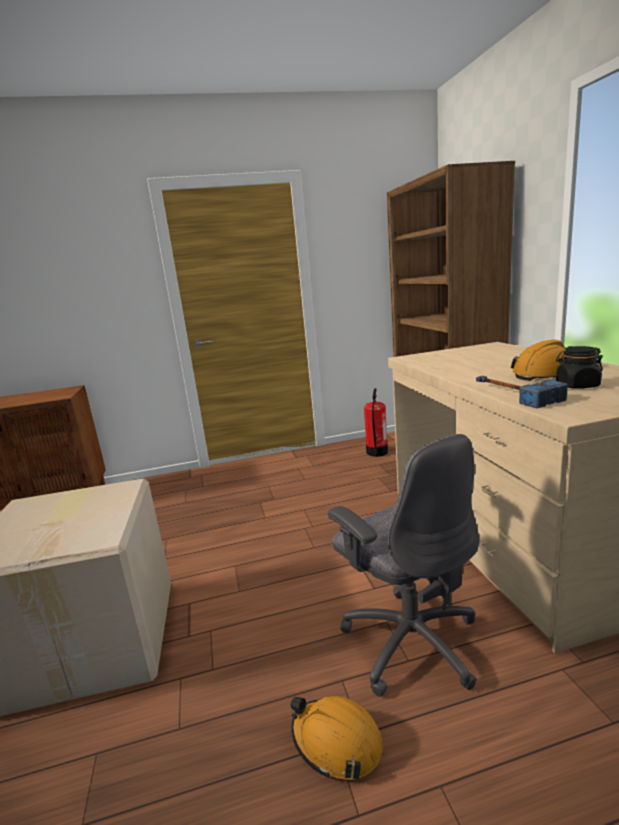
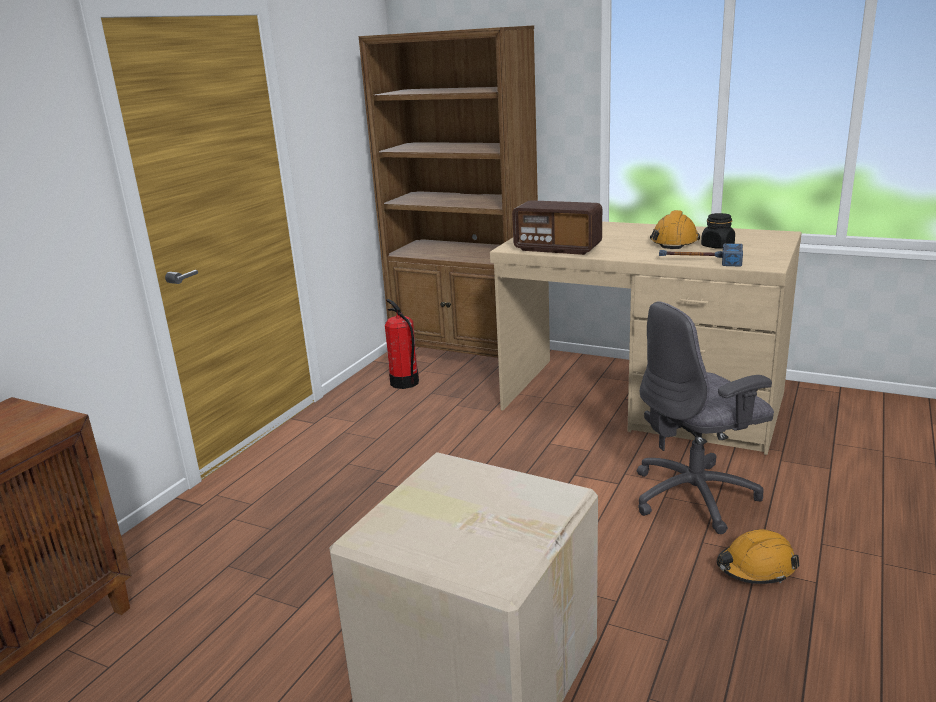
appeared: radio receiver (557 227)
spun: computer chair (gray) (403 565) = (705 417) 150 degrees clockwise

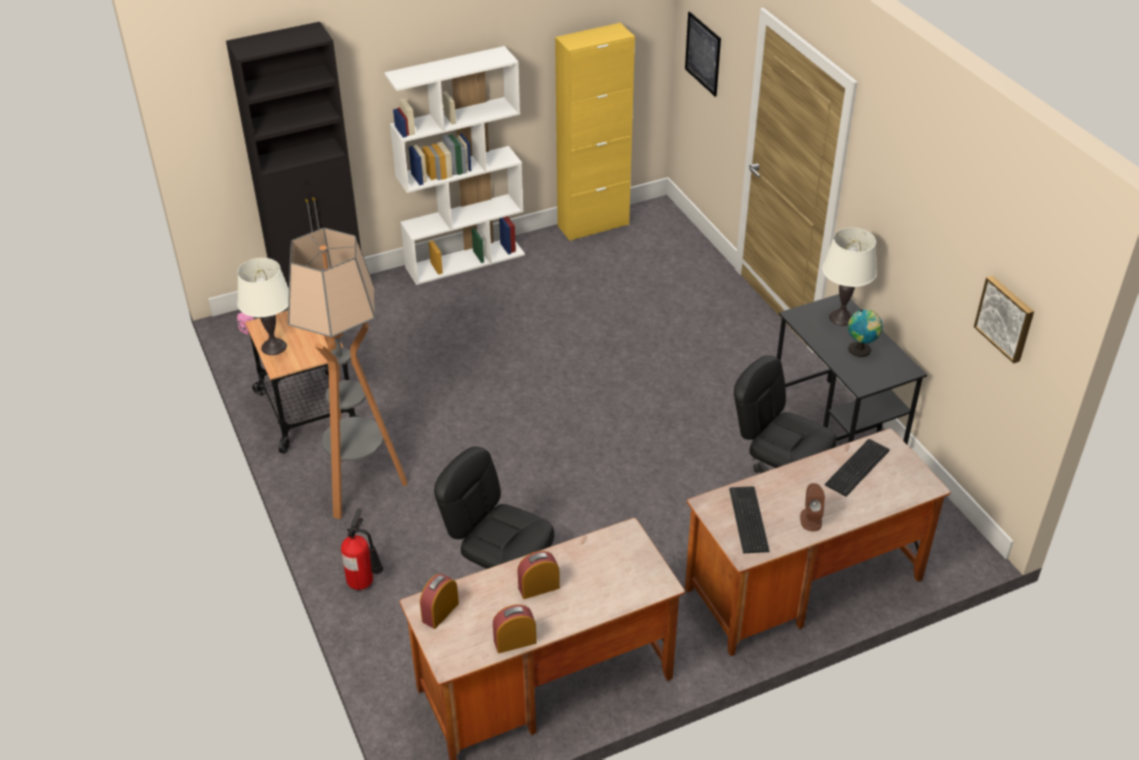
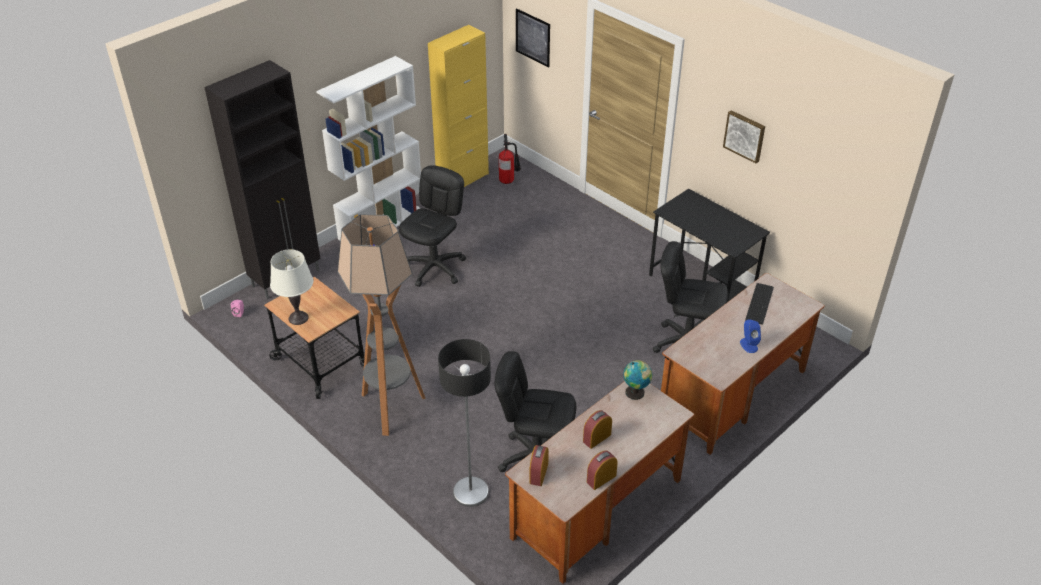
missing: keyboard (749 519); tabletop lamp (whitish) (849 277)
appeared: computer chair (black) (432 226); floor lamp (464 423)
relocated: fire-fighting cylinder (362 549) to (510 159); world globe (865 333) to (637 380); picture (1004 319) to (744 136)
colour: loudspeaker (brown) (812 507) to loudspeaker (bluish) (750 336)

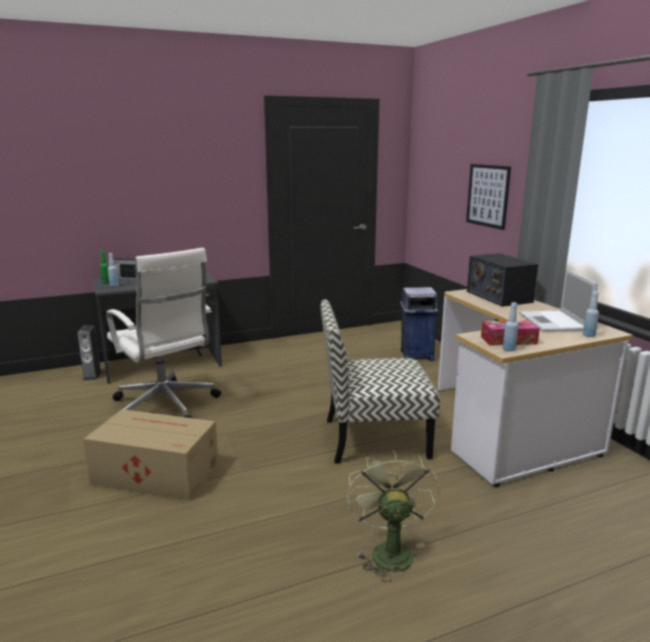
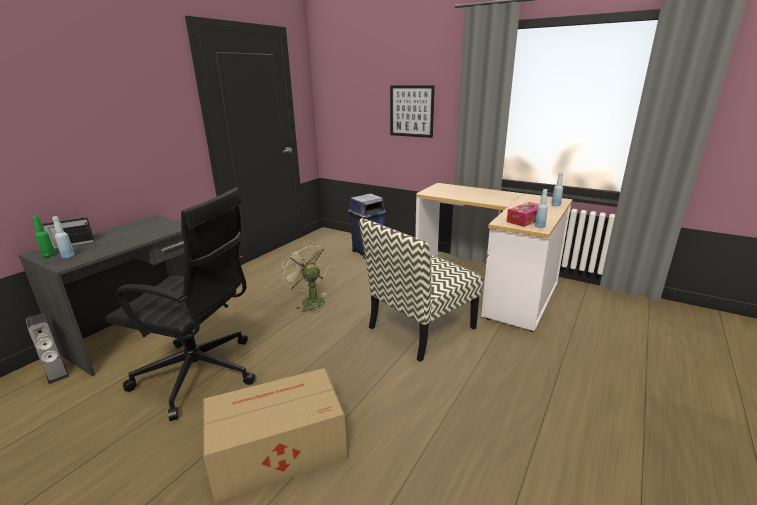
missing: radio receiver (502 280); laptop (558 300)
relocated: cooling fan (green-coloured) (393 516) to (305 277)
colour: computer chair (whitish) (163 333) to computer chair (black) (180 304)

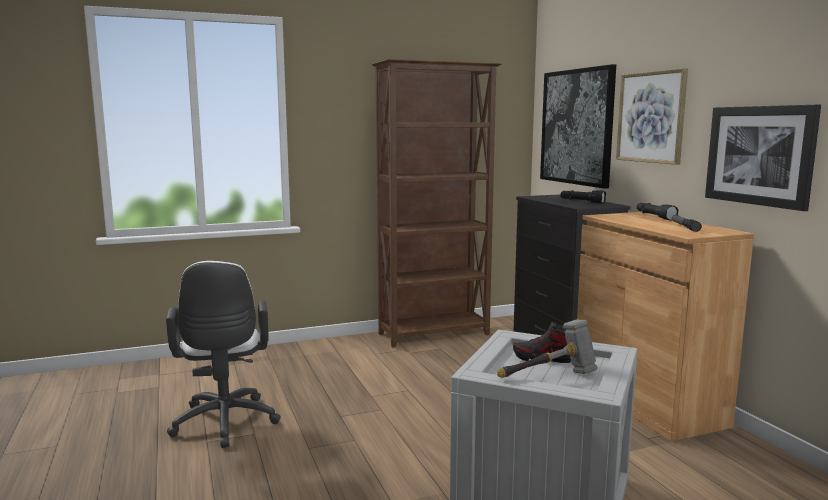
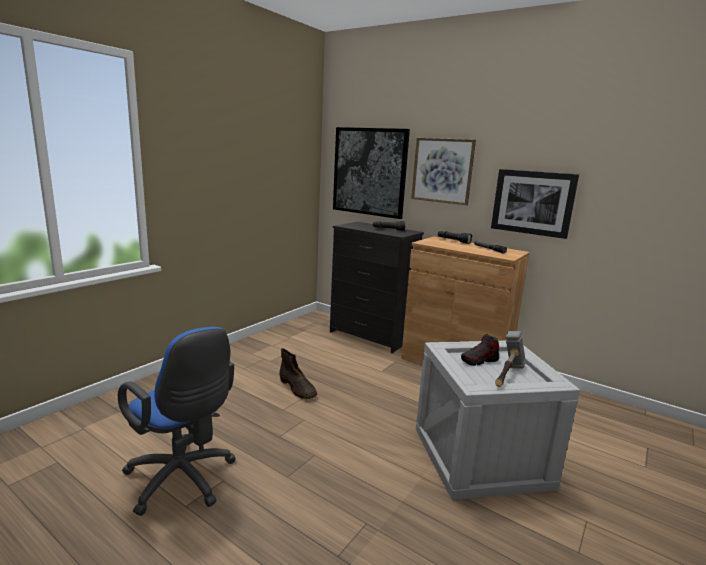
missing: bookshelf (brown) (436 203)
appeared: high-top boot (brown) (298 373)
colour: computer chair (whitish) (223 354) to computer chair (bluish) (177 421)

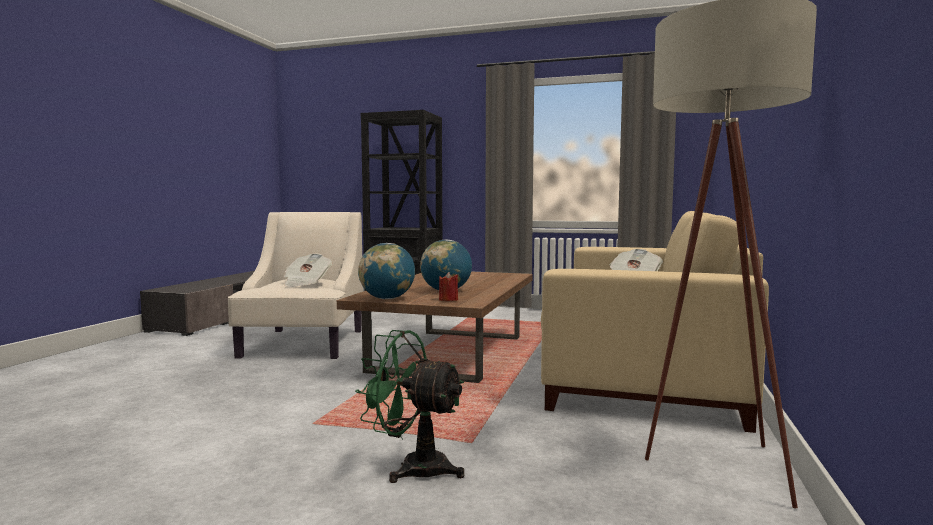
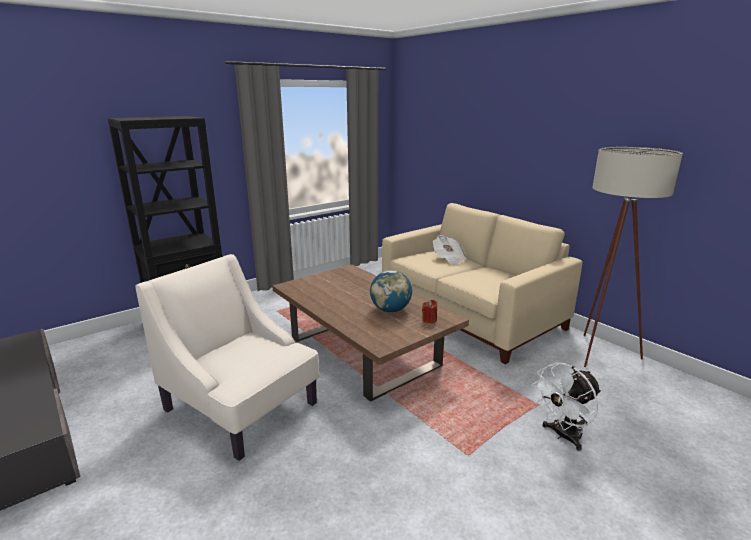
missing: daily paper (307 270); world globe (386 271)
colour: cooling fan (green-coloured) (409 406) to cooling fan (whitish) (566 407)

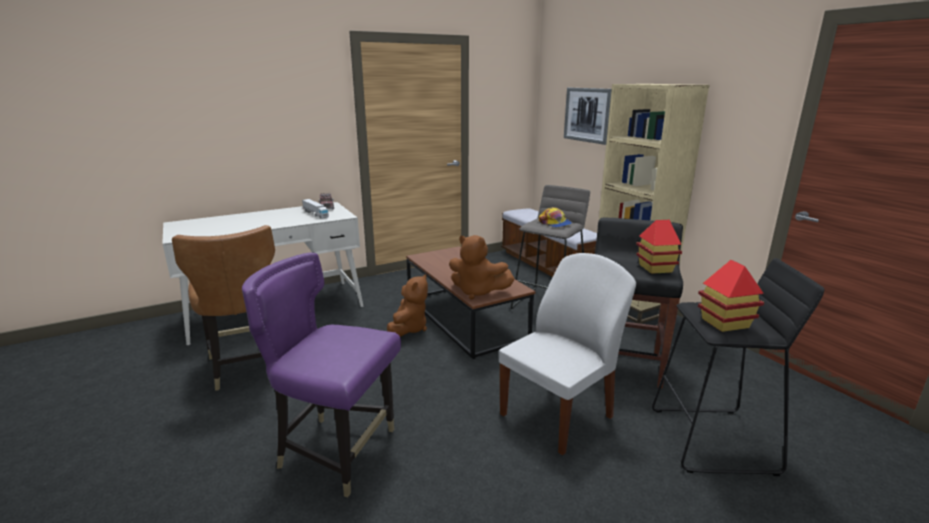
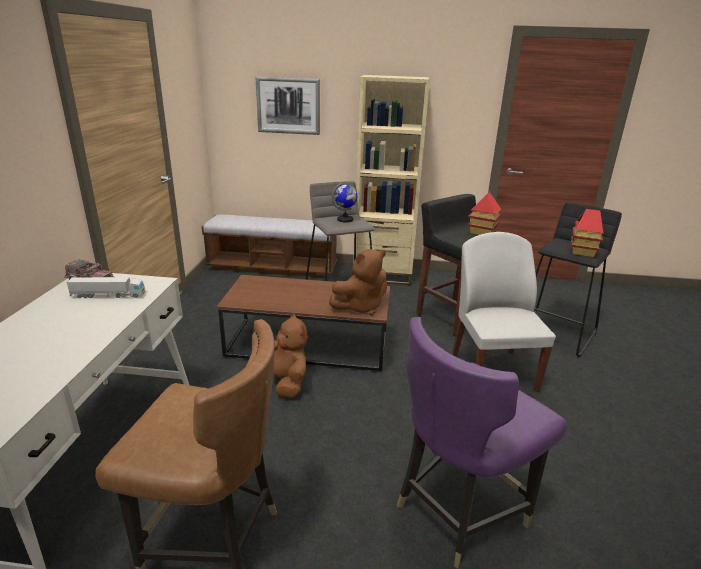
exchanged: baseball cap (555 217) to world globe (344 202)

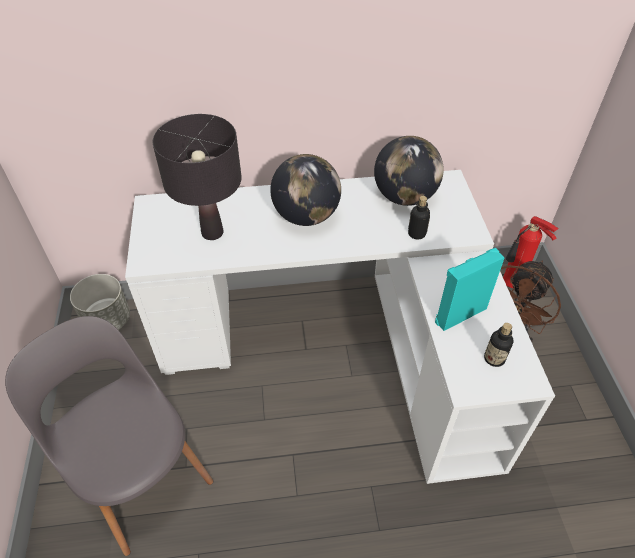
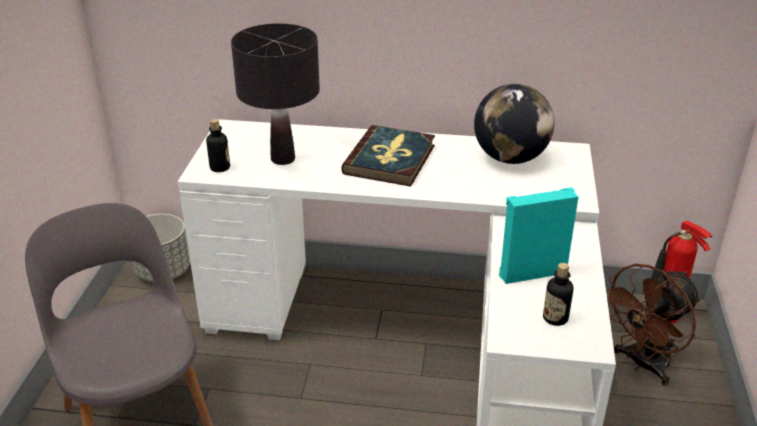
relocated: beverage bottle (419 218) to (218 145)
exchanged: world globe (305 190) to bound book (388 156)

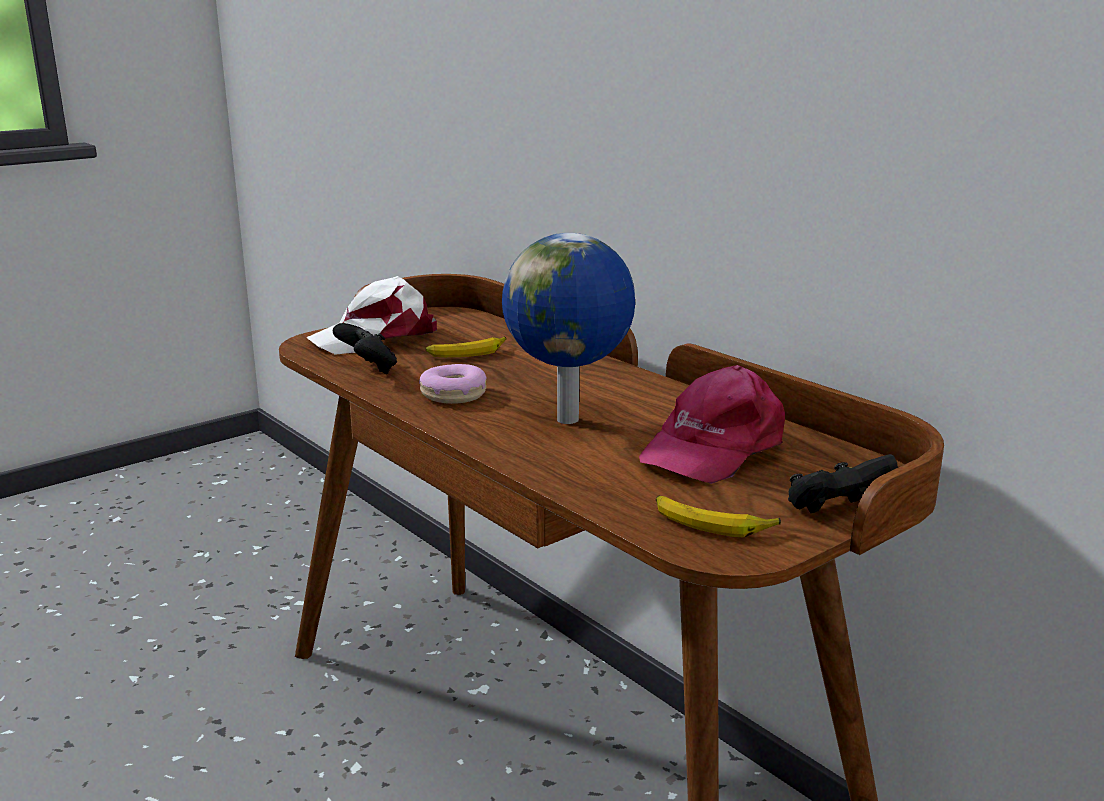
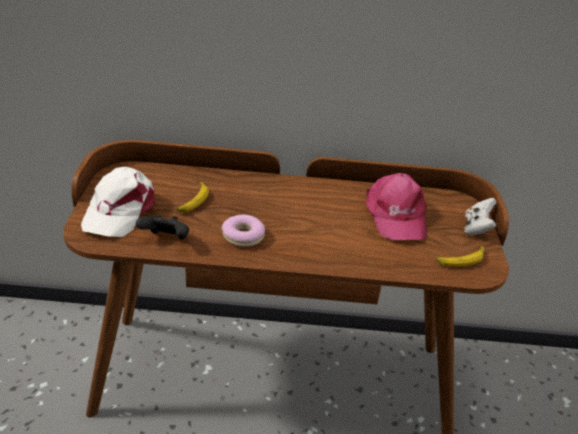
missing: world globe (568 328)
colour: gamepad (black) (843 483) to gamepad (whitish) (480 217)

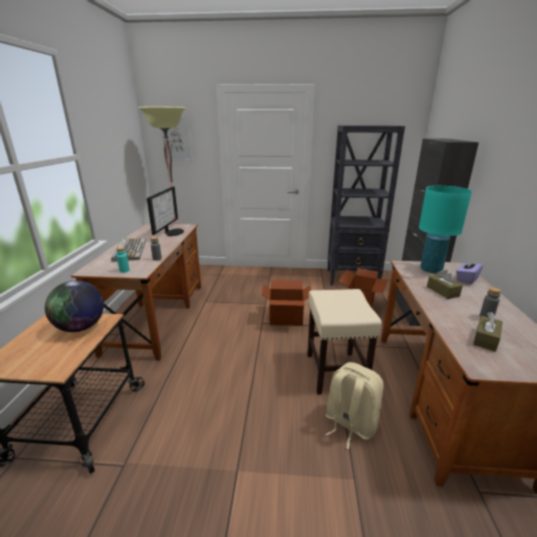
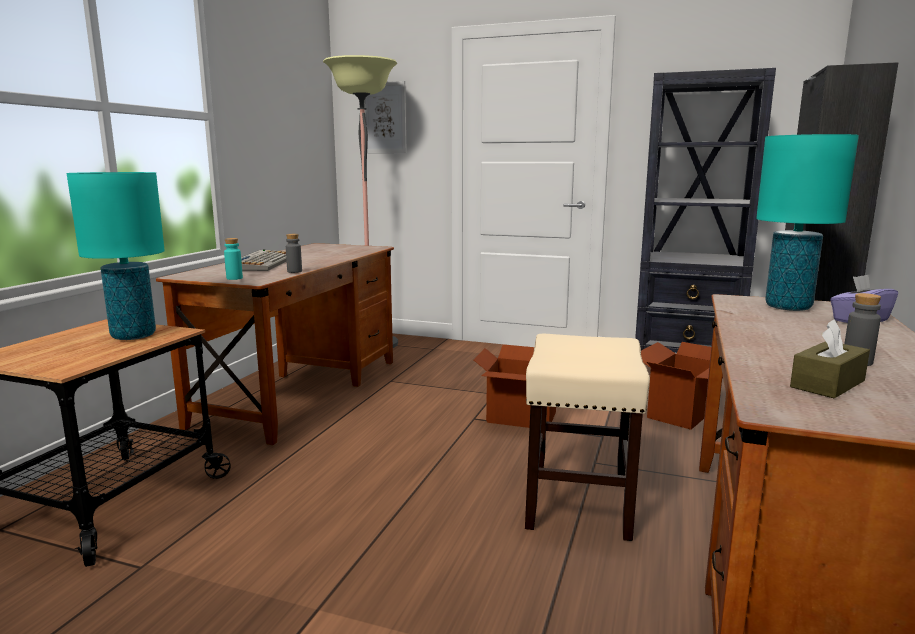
missing: computer screen (165 211); knapsack (beige-coloured) (354 405); box of tissues (brown) (445 284)
exchanged: world globe (74 306) to tabletop lamp (turquoise-coloured) (116 256)

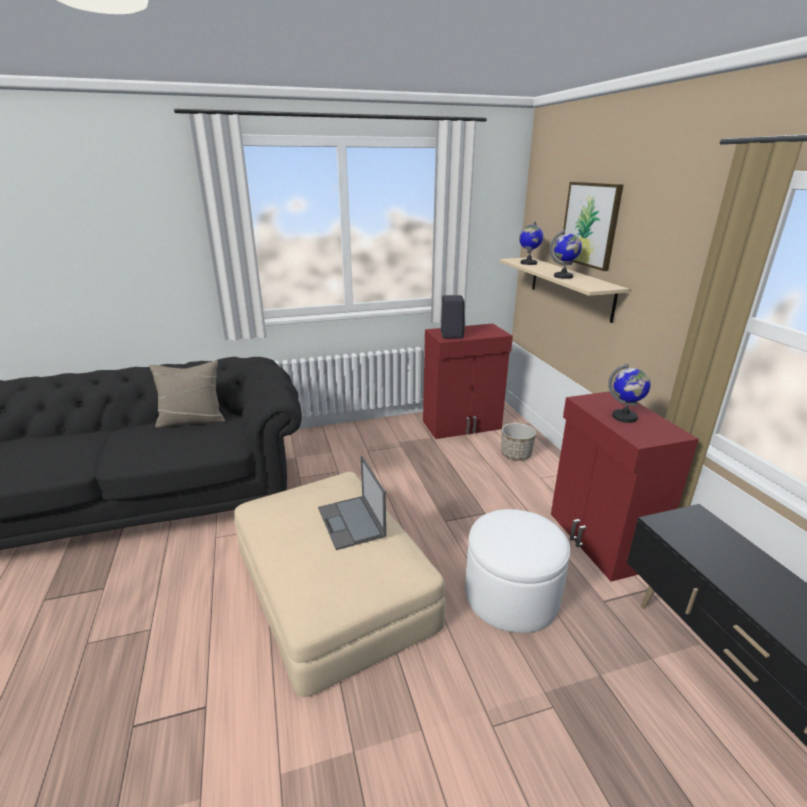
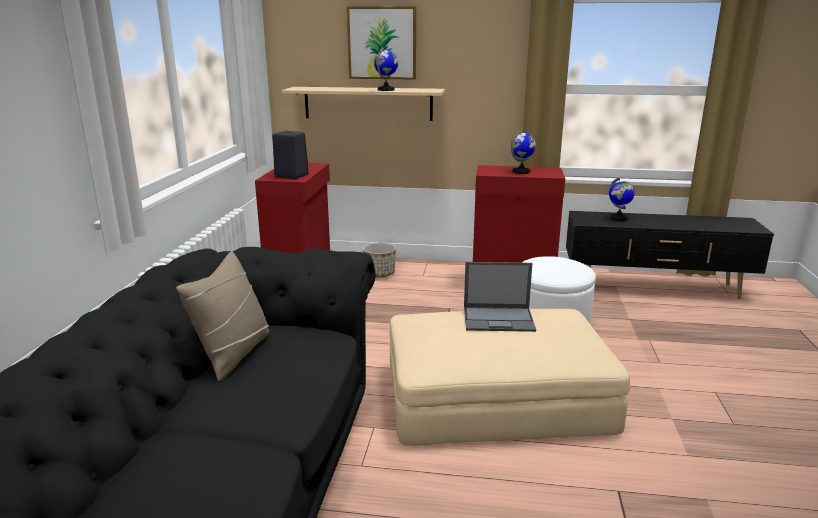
relocated: world globe (531 243) to (622 199)

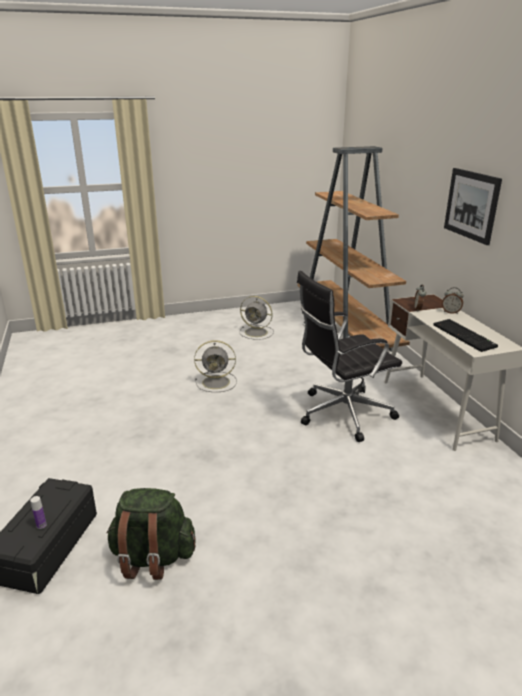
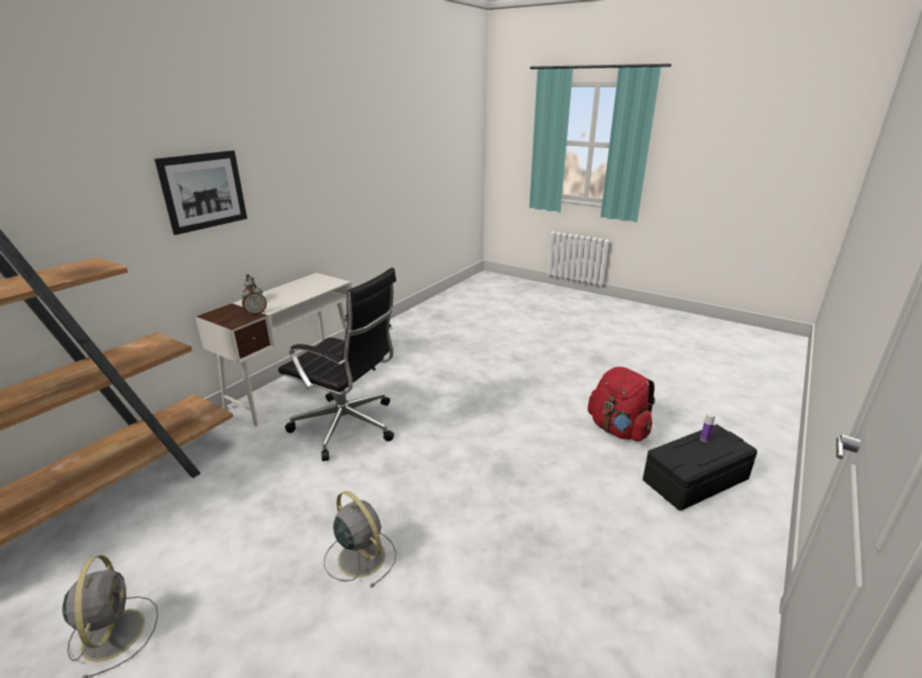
missing: keyboard (465 335)
colour: knapsack (green-coloured) (151 534) to knapsack (red) (621 404)

